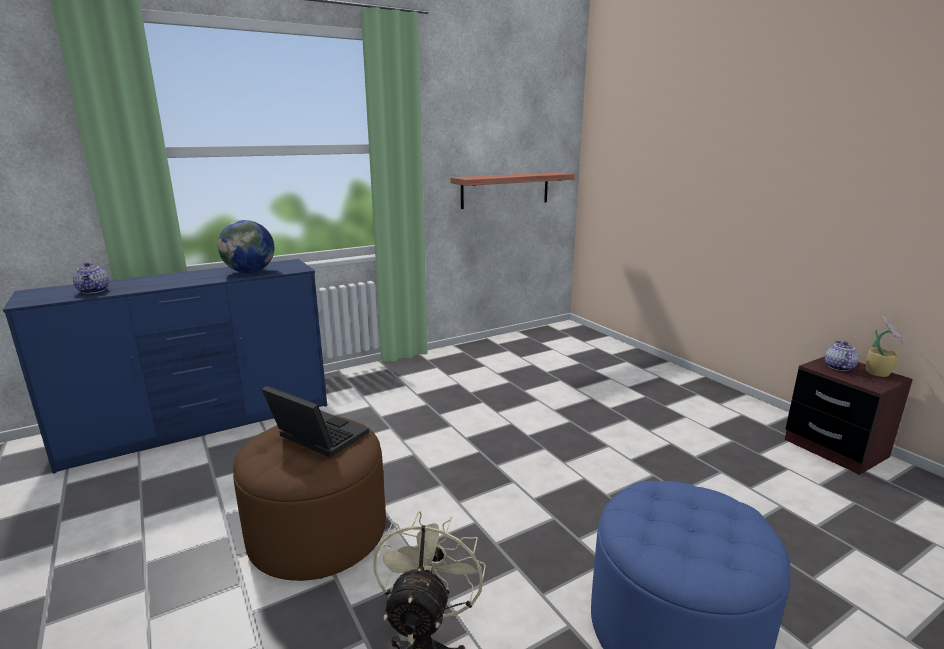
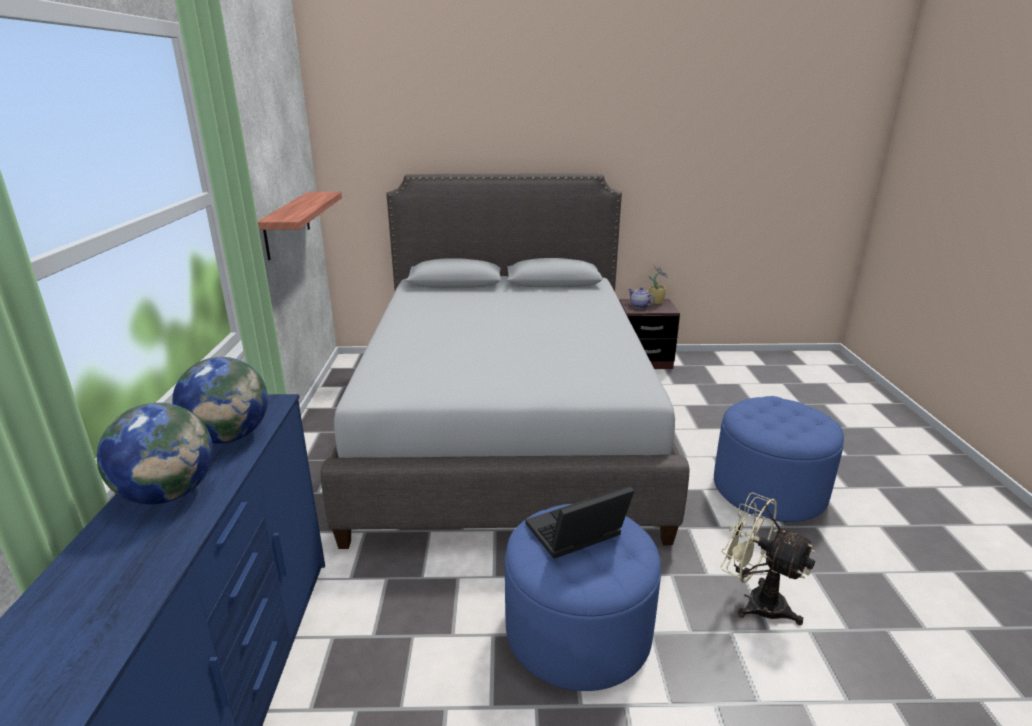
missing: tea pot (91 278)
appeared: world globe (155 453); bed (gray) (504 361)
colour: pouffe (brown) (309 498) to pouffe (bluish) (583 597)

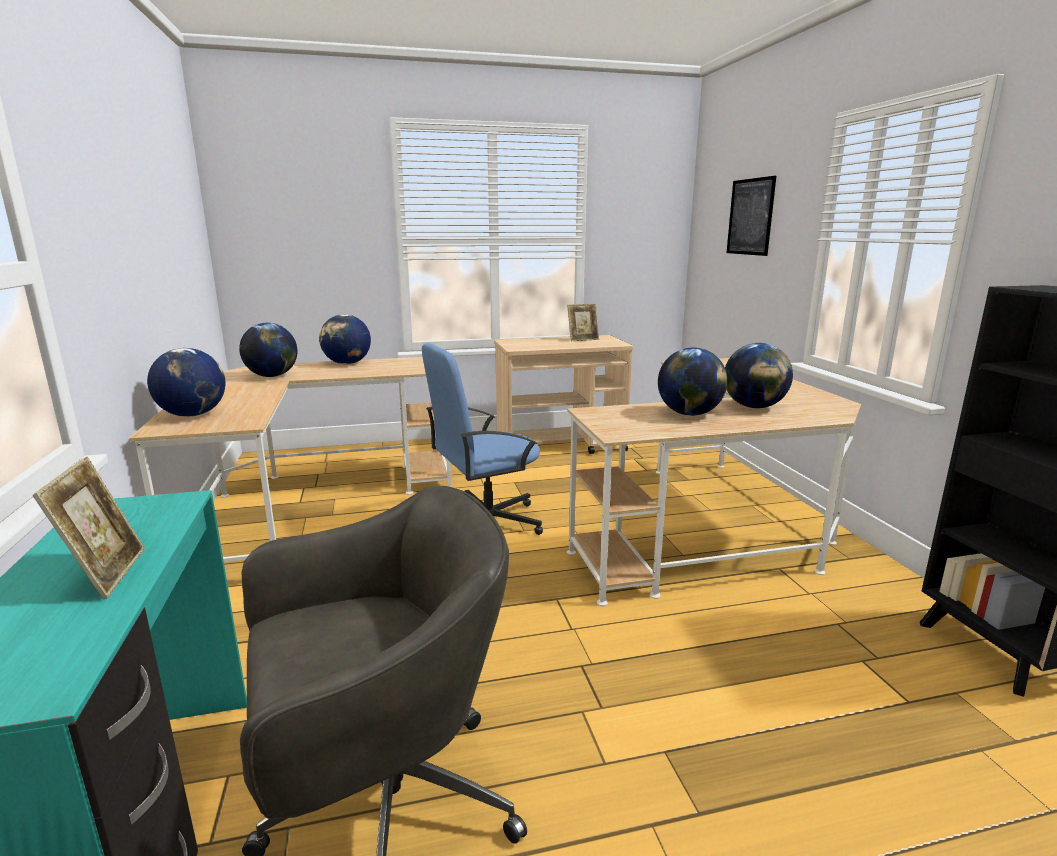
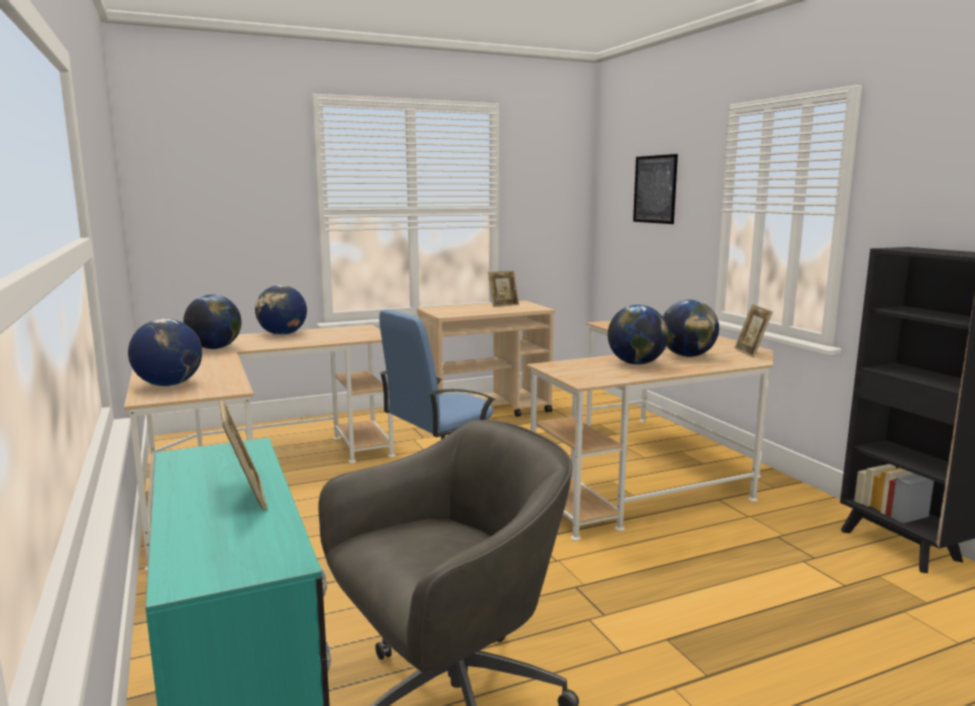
appeared: standing frame (753 331)

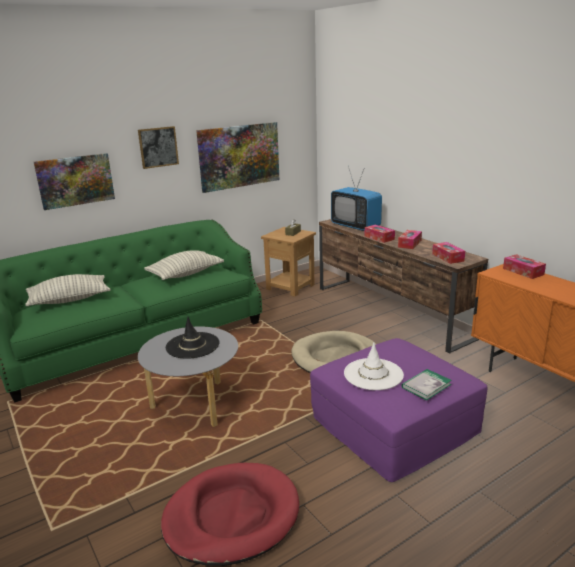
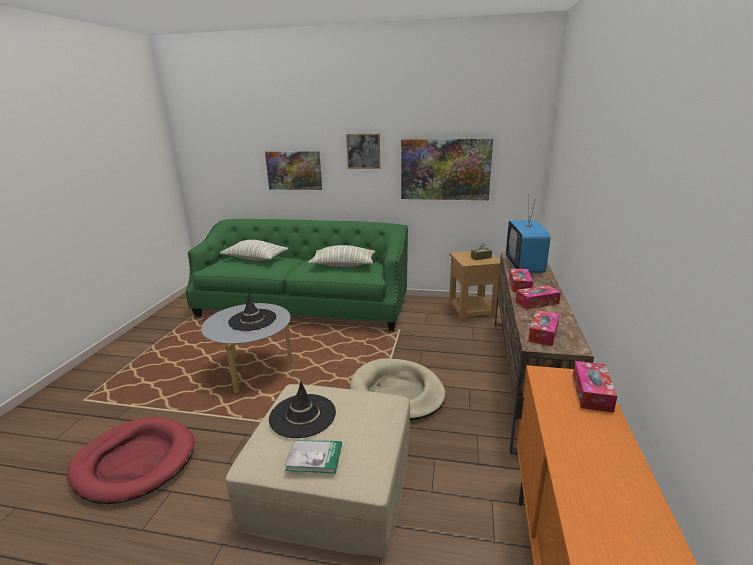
colour: pouffe (purple) (398 410) to pouffe (beige-coloured) (318 471); hat (whitish) (374 366) to hat (black) (302 409)

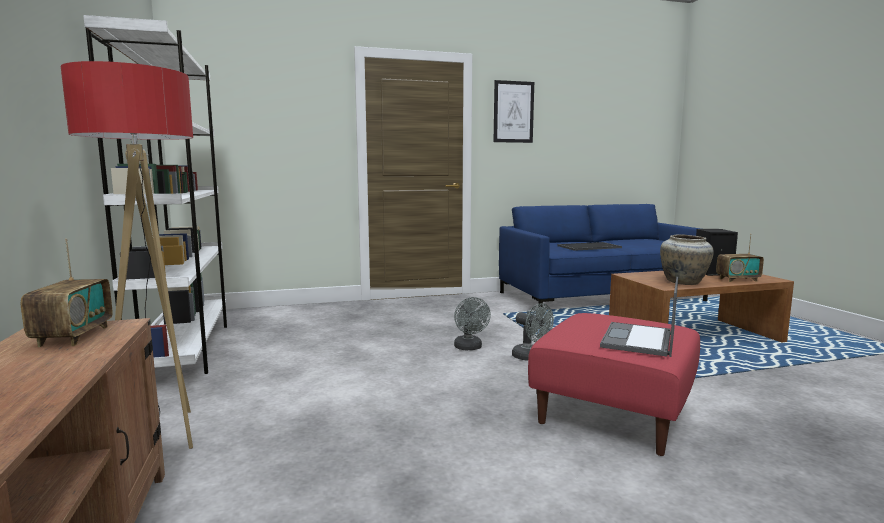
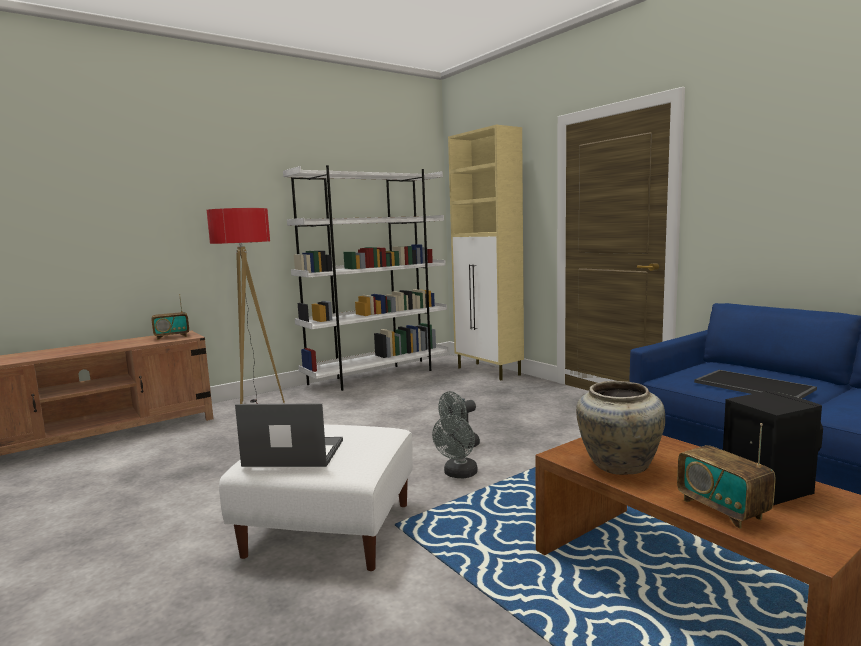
missing: picture (514 111)
appeared: cabinet (beige-coloured) (486 252)
colour: pouffe (red) (614 384) to pouffe (whitish) (316 498)

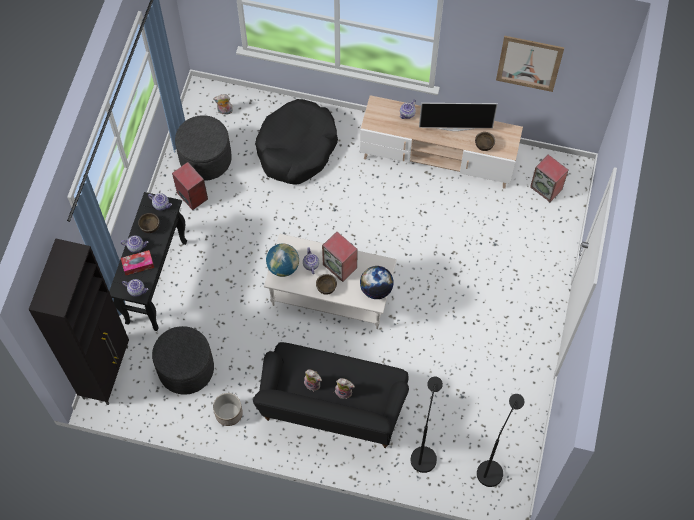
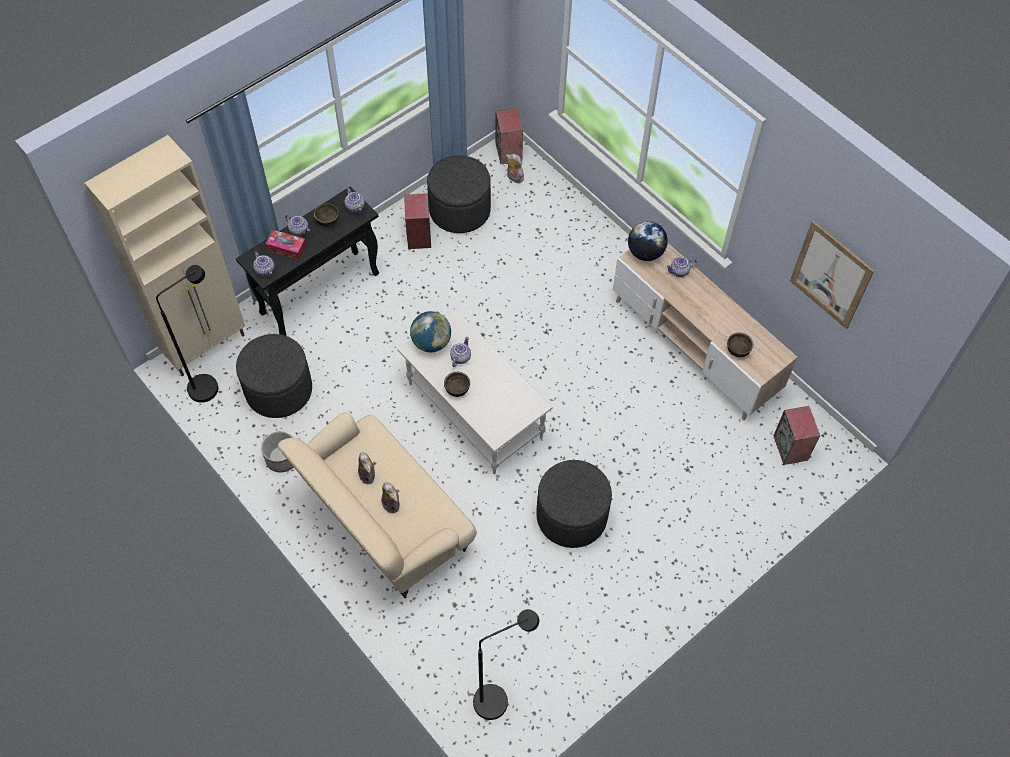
missing: dog bed (black) (296 142); television (458 117)
appeared: pouffe (gray) (574 504)
relocated: loudspeaker (340 257) to (509 136); world globe (377 282) to (648 241); floor lamp (black) (427 425) to (187 334)
colour: cabinet (black) (78 321) to cabinet (beige-coloured) (165 255); sofa (black) (331 395) to sofa (beige-coloured) (377 505)

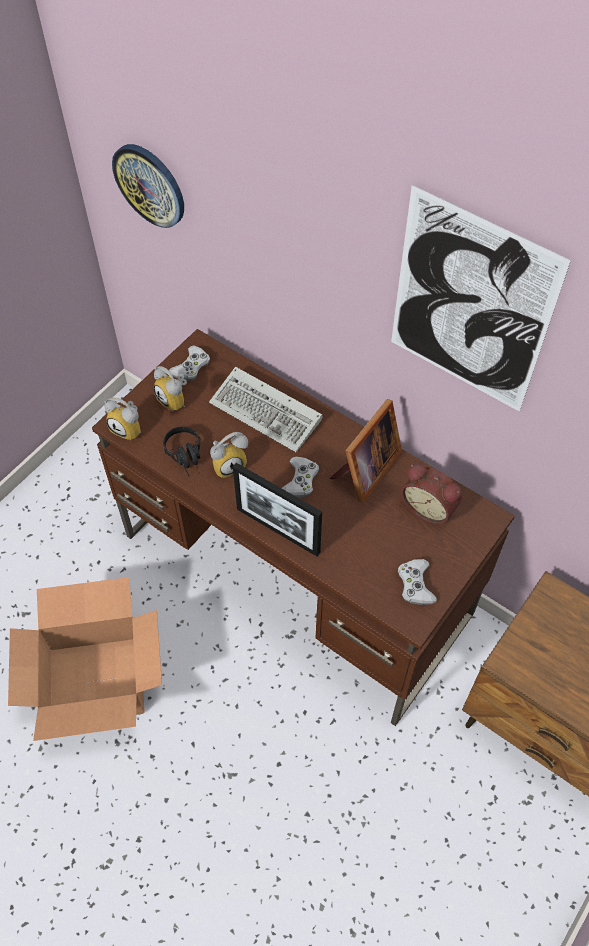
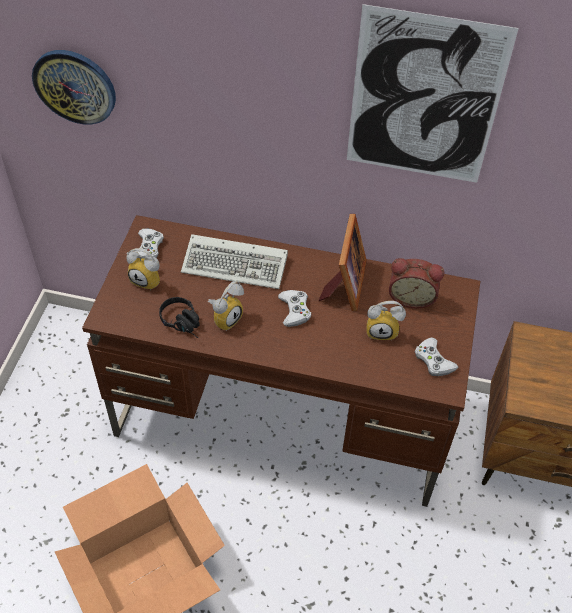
missing: standing frame (277 509)
relocated: bedside clock (123 419) to (386 320)

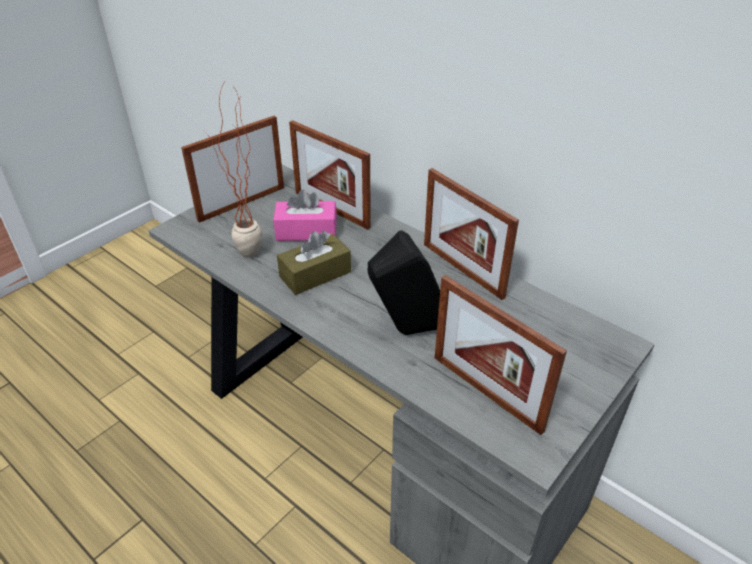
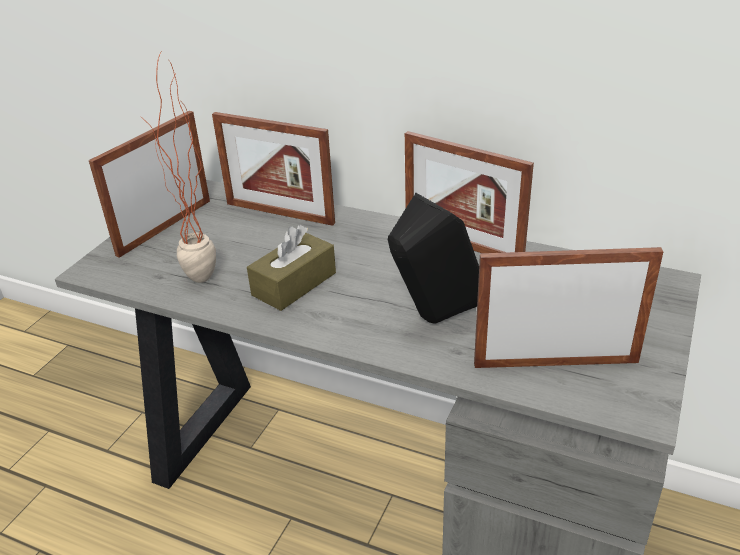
missing: box of tissues (pink) (305 215)
spun: standing frame (501 355) = (568 307) 150 degrees clockwise

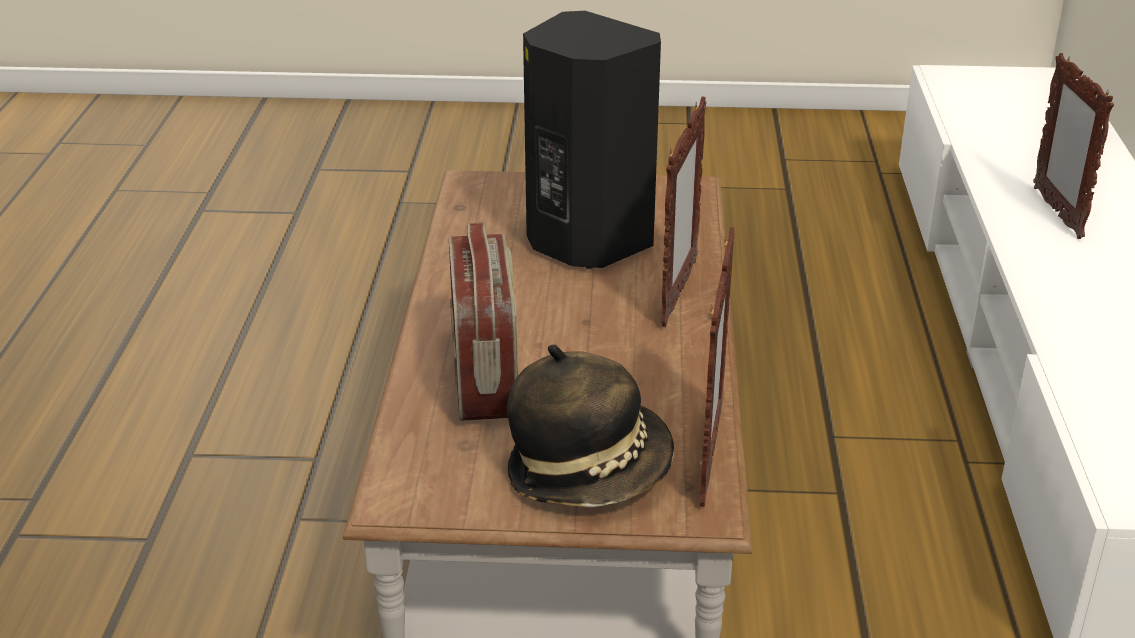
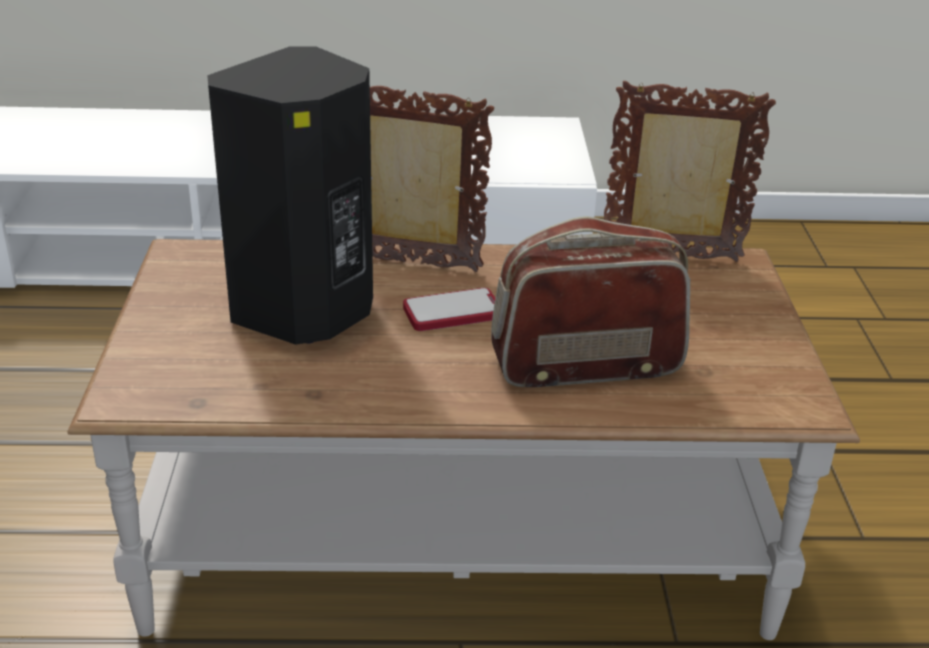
missing: hat (590 425); standing frame (1073 146)
appeared: telephone (449 309)

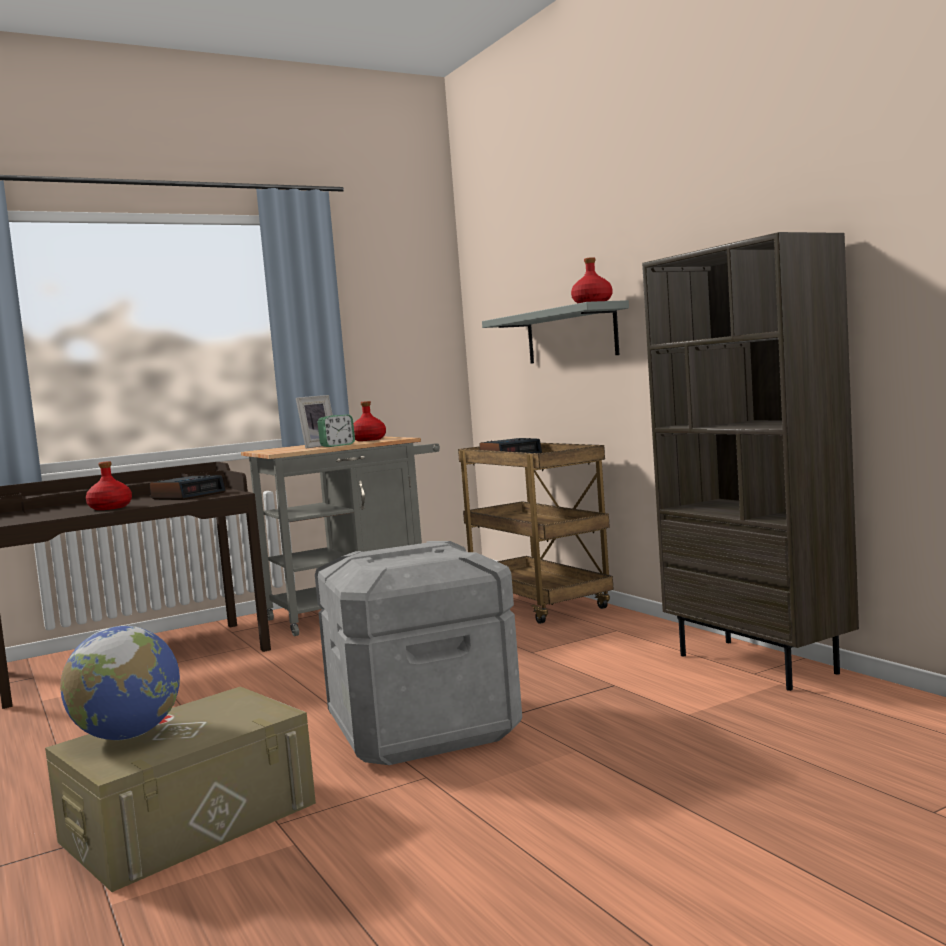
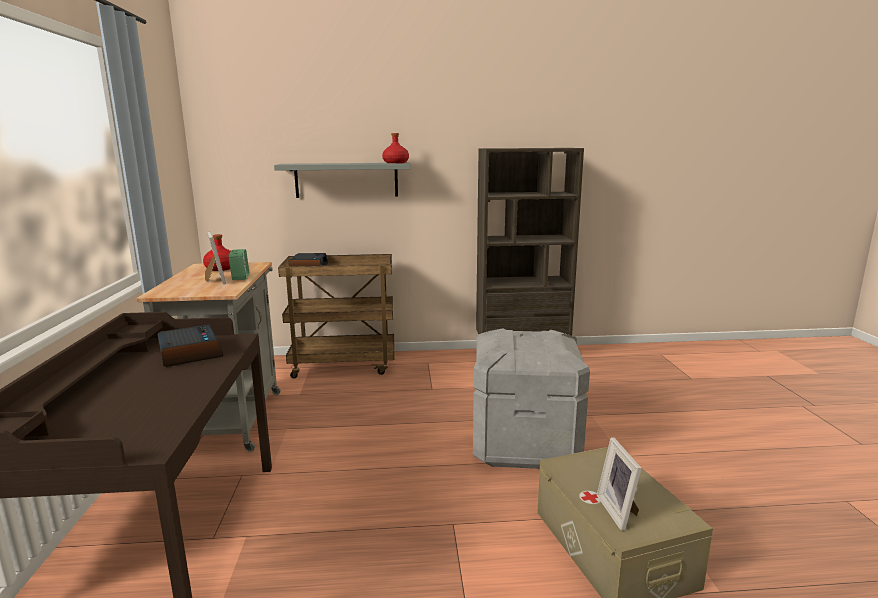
missing: beverage bottle (red) (109 485)
exchanged: world globe (120 683) to standing frame (619 484)

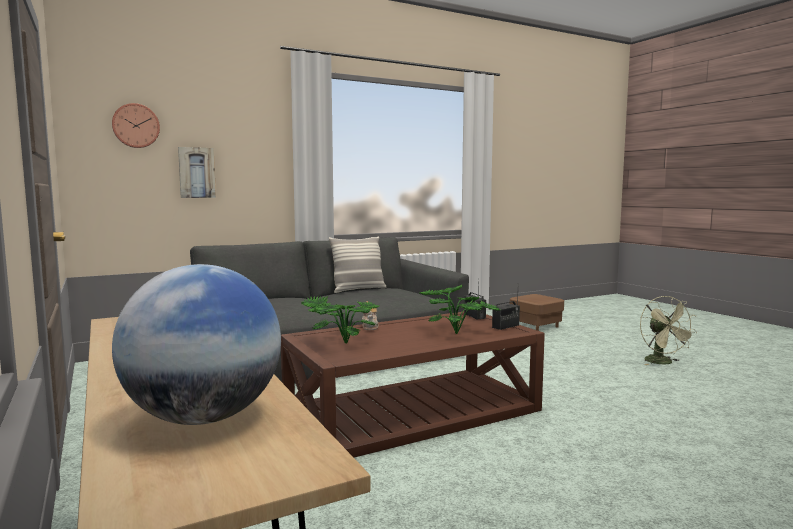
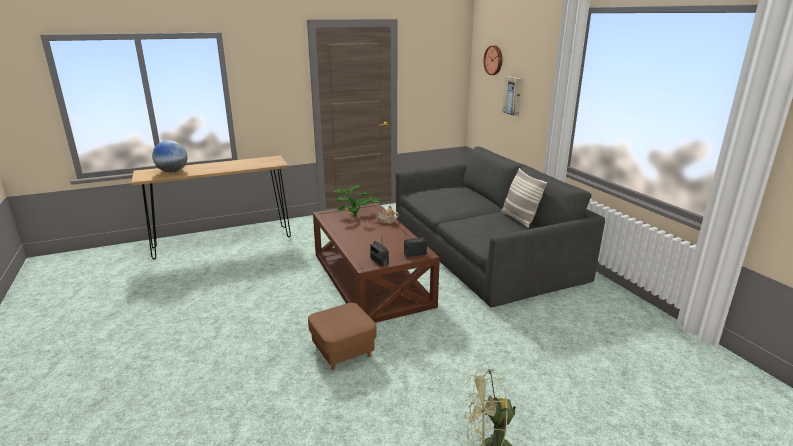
missing: plant in a pot (459 309)
relocated: pouffe (brown) (537 312) to (342 336)

